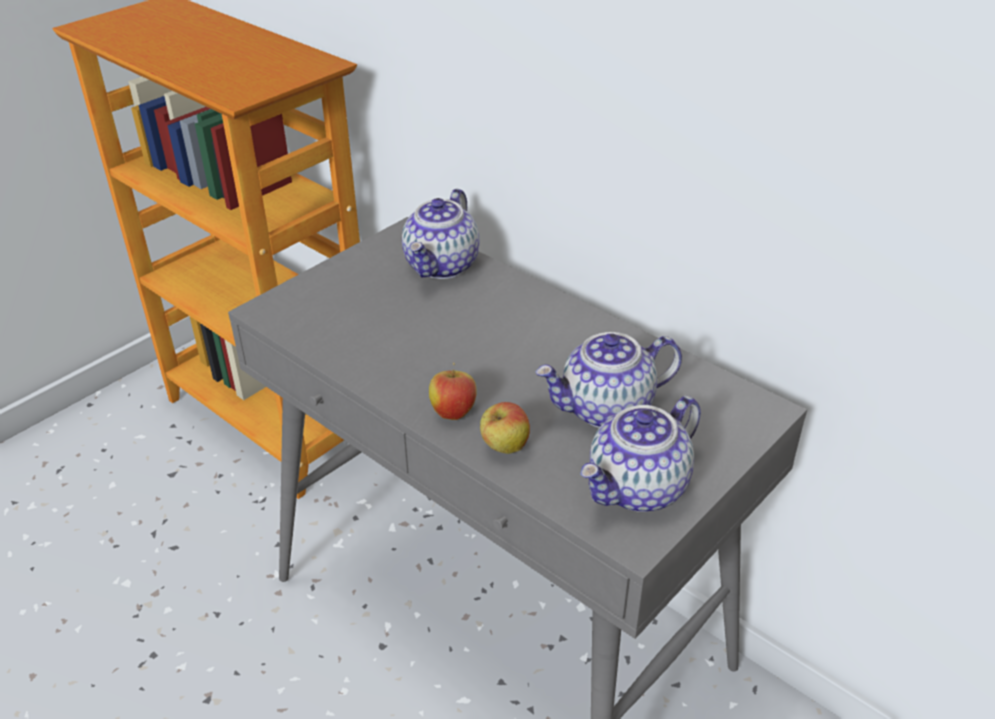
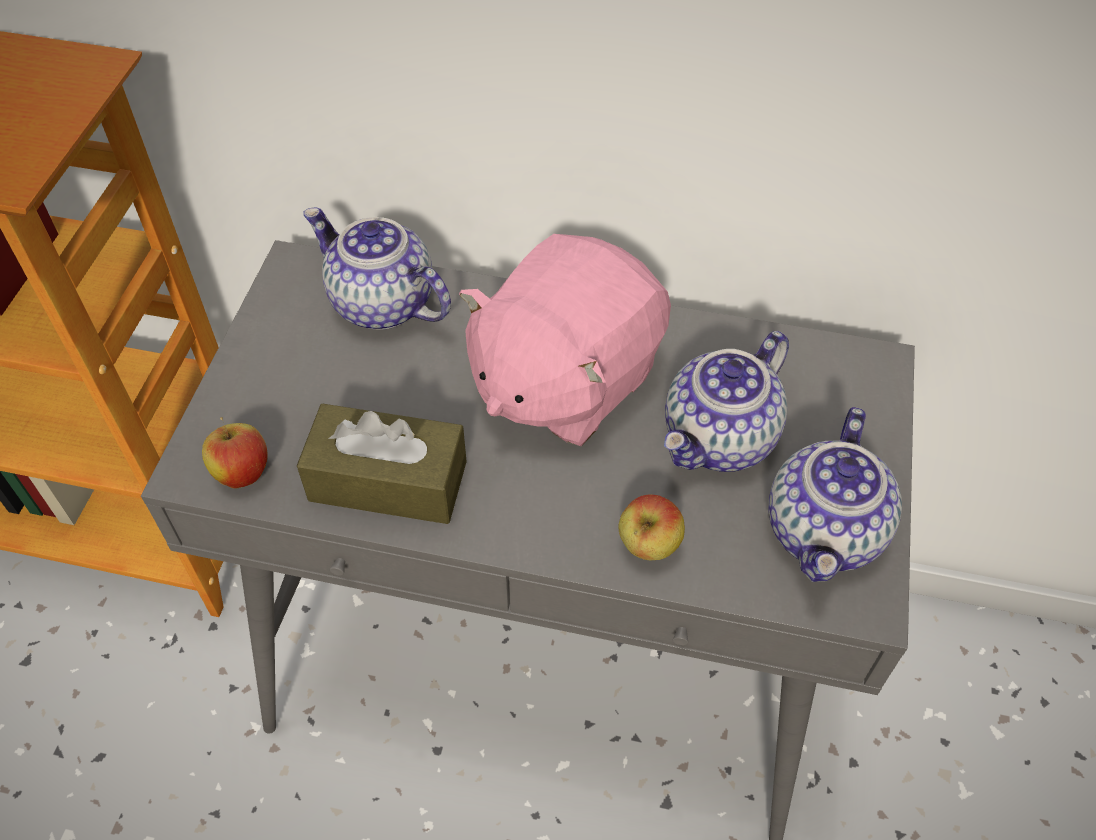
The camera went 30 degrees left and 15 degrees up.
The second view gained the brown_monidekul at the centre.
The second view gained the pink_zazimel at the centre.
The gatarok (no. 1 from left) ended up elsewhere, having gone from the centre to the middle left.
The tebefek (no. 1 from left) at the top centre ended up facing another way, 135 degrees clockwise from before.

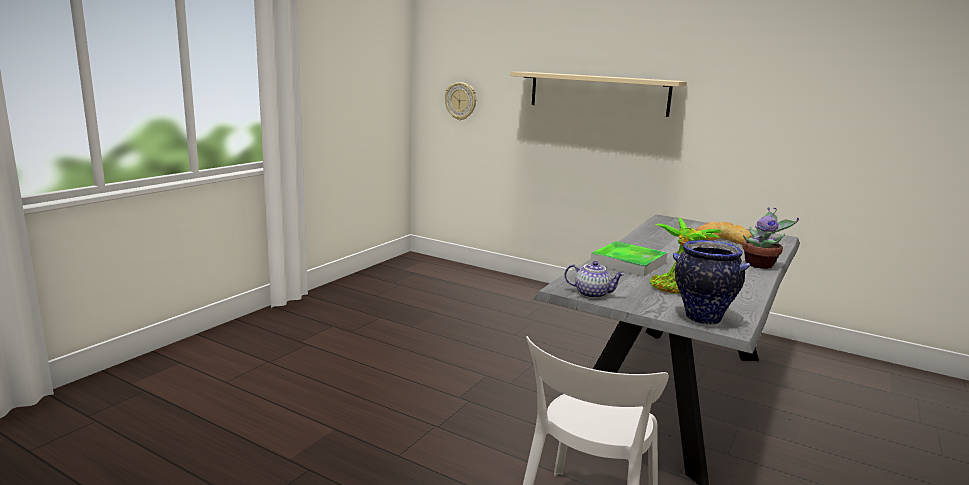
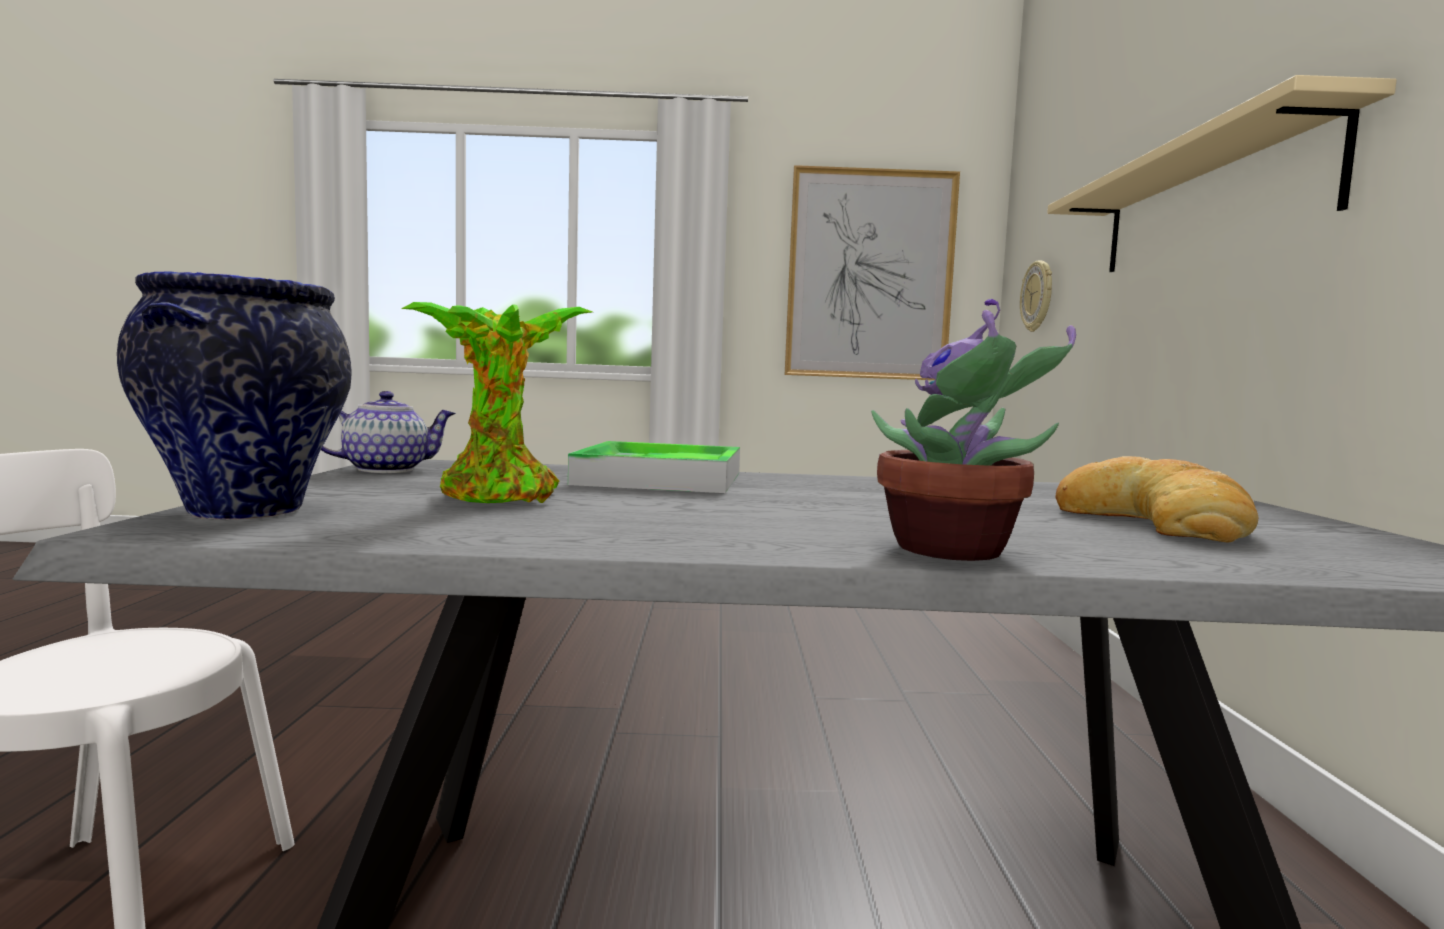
The camera went 60 degrees right and 10 degrees down.
The second view gained the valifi at the top centre.
The tebefek at the centre ended up facing another way, 105 degrees counterclockwise from before.

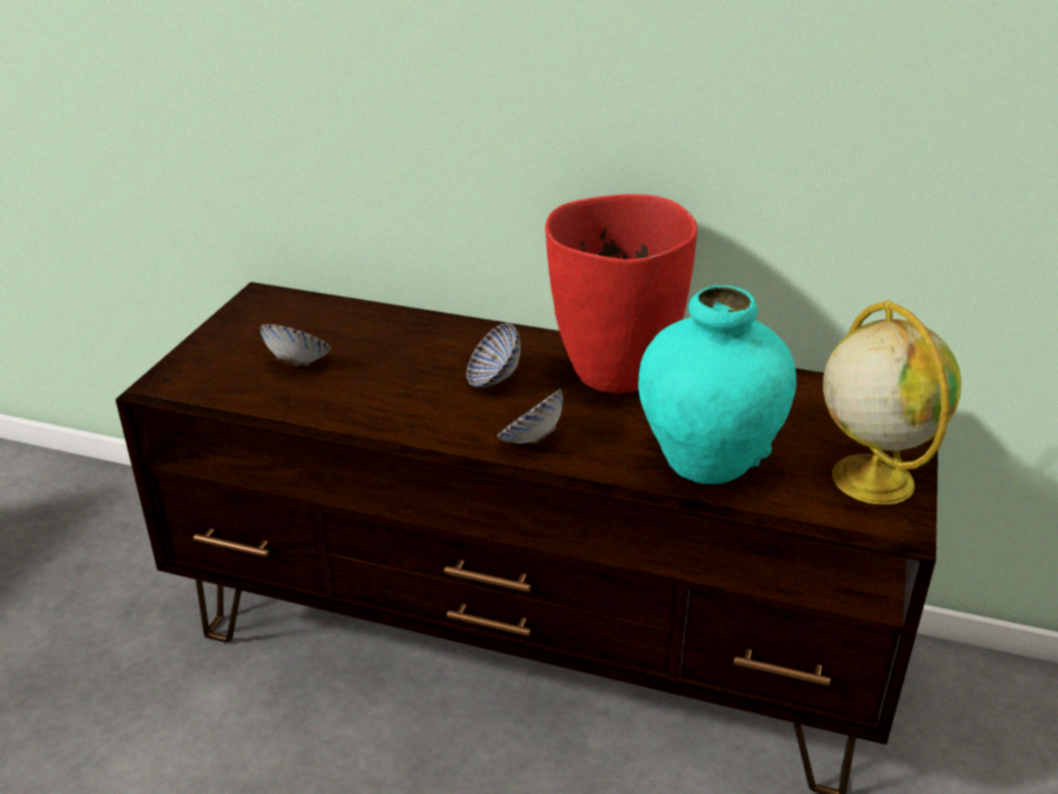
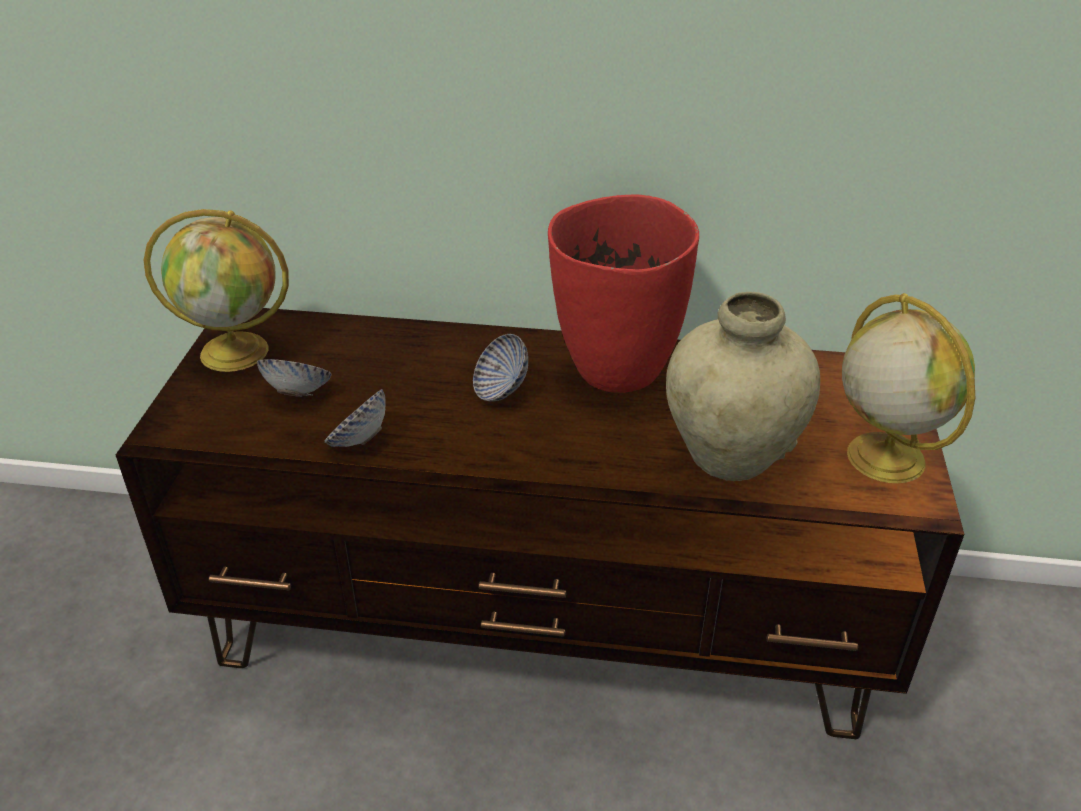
The camera went 10 degrees left and 5 degrees up.
The second view gained the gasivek (no. 1 from left) at the middle left.
The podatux (no. 3 from left in the first image) ended up elsewhere, having gone from the centre to the middle left.
What was the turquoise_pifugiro at the middle right turned into the beige_pifugiro at the middle right.

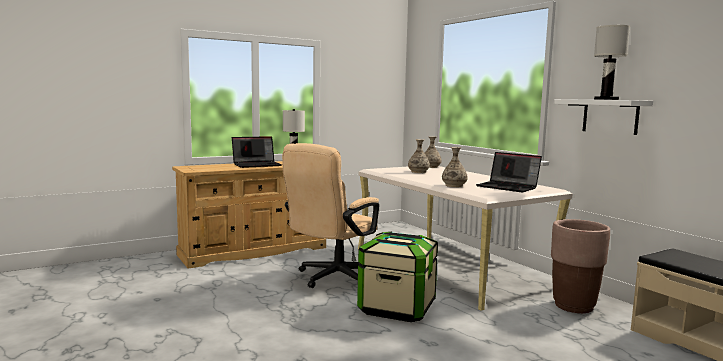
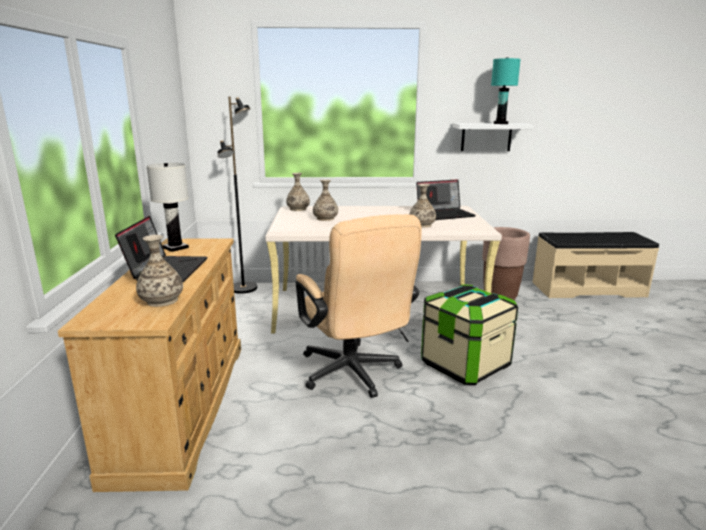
The camera went 60 degrees left and 10 degrees up.
The second view gained the pifugiro (no. 1 from left) at the middle left.
The second view gained the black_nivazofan at the centre.
What was the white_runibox (no. 2 from left) at the top right turned into the turquoise_runibox at the top right.

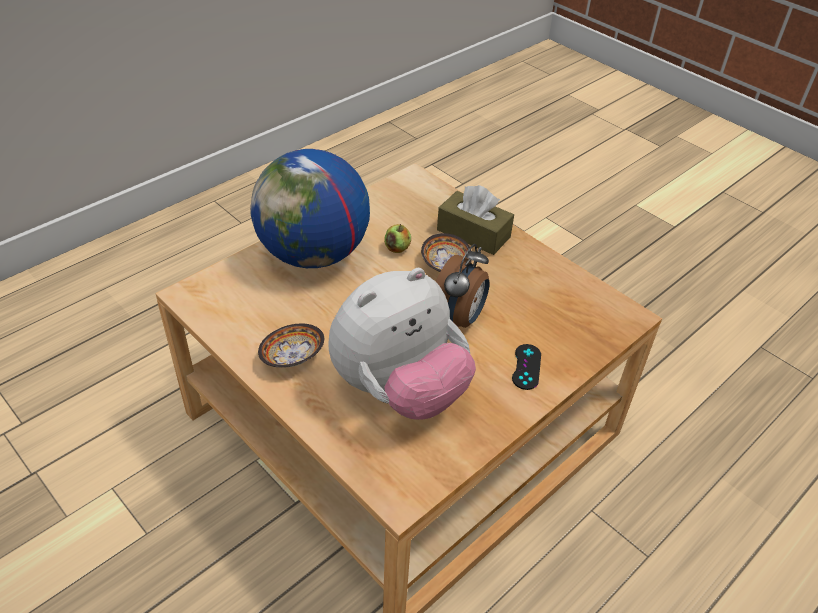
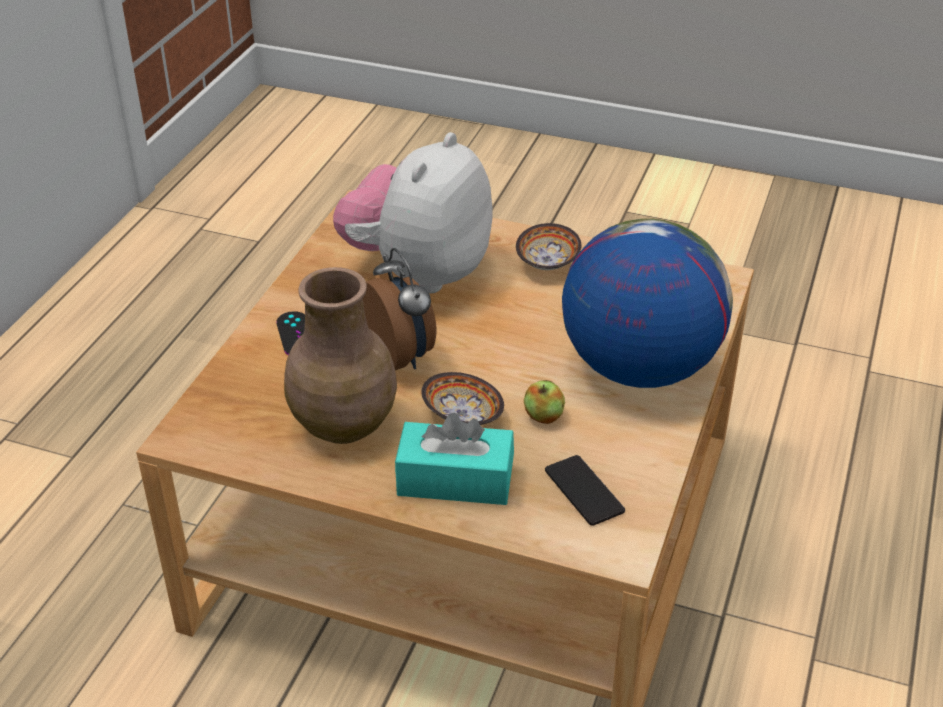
The camera went 155 degrees right and 5 degrees down.
The second view gained the brown_pifugiro at the centre.
The second view gained the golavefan at the bottom centre.
What was the brown_monidekul at the centre turned into the turquoise_monidekul at the centre.
The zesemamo at the centre ended up facing another way, 150 degrees clockwise from before.

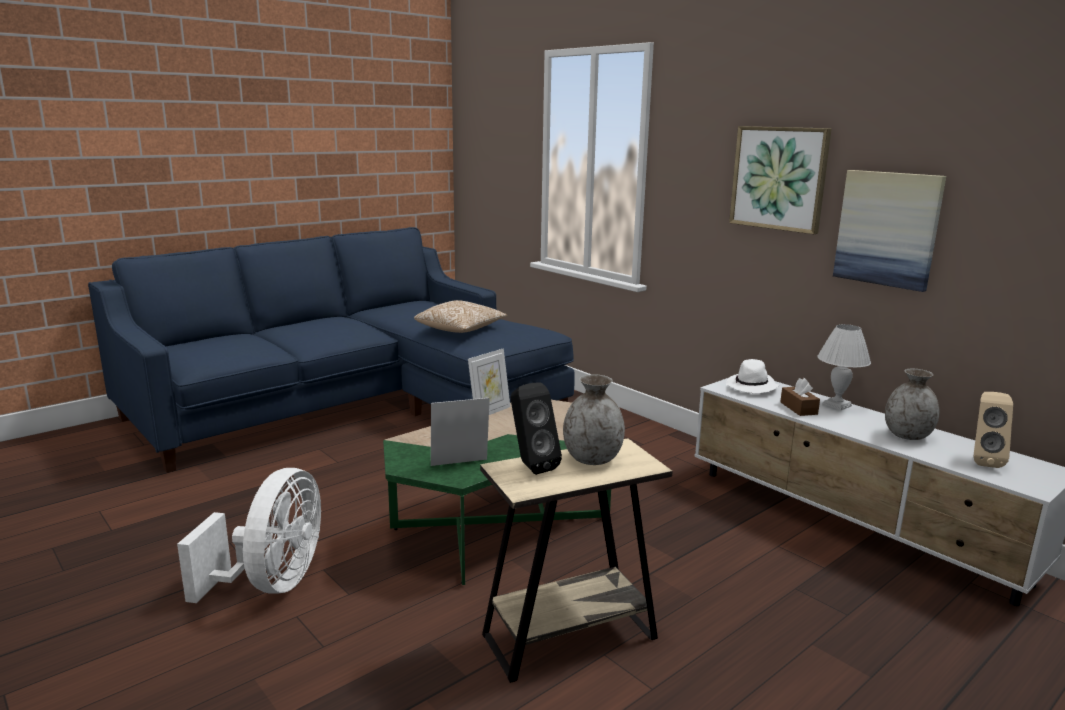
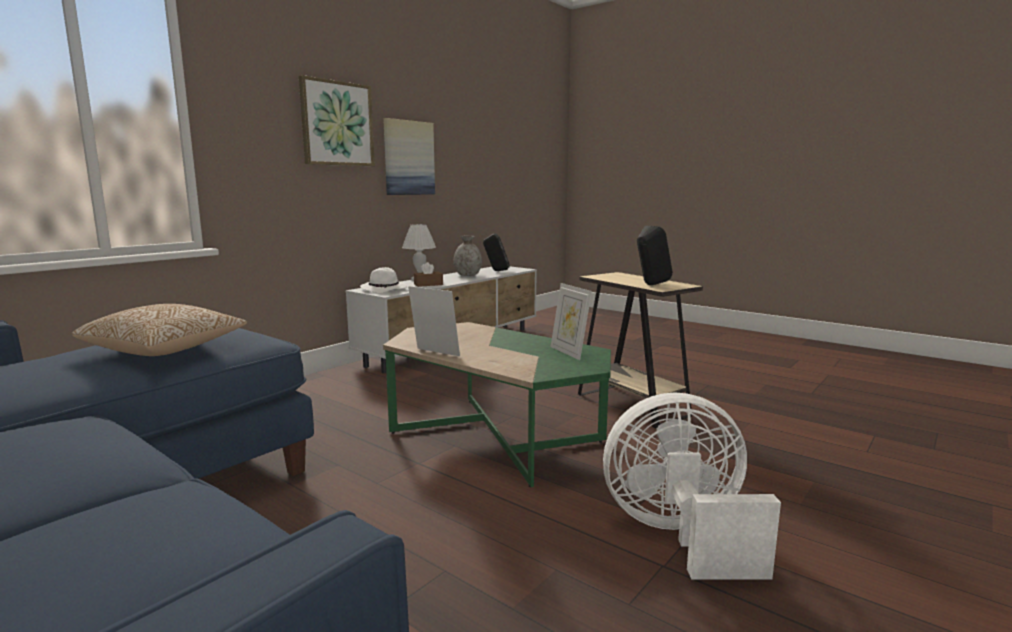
The camera went 100 degrees left and 5 degrees down.
The second view lost the grey_pifugiro (no. 1 from left) at the centre.
What was the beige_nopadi at the middle right turned into the black_nopadi (no. 1 from left) at the centre.

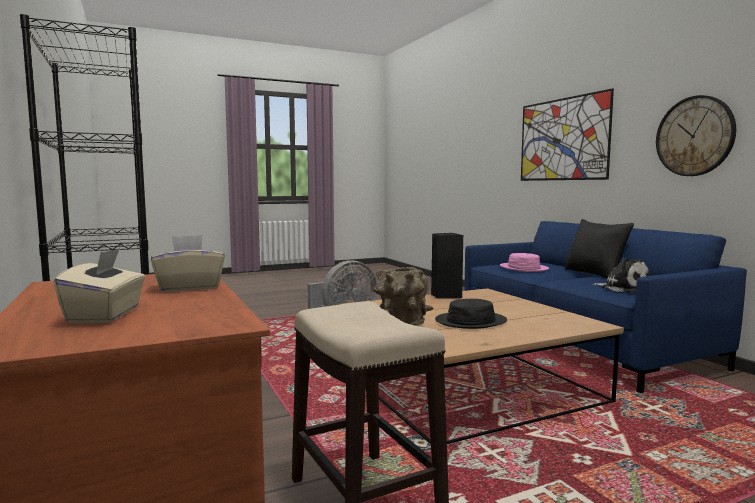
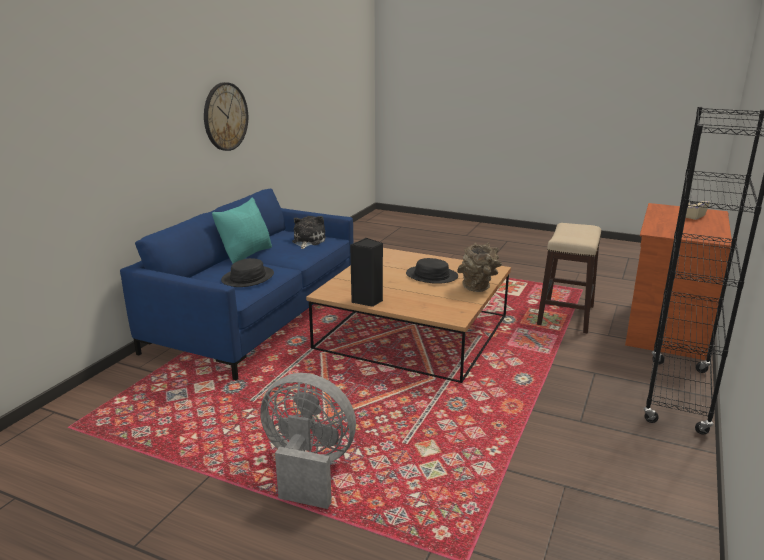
The camera went 130 degrees left and 15 degrees up.
The second view lost the beige_monidekul (no. 2 from left) at the middle left.
The second view lost the valifi at the top right.
What was the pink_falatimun at the middle right turned into the black_falatimun (no. 1 from left) at the middle left.
What was the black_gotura at the middle right turned into the turquoise_gotura at the middle left.

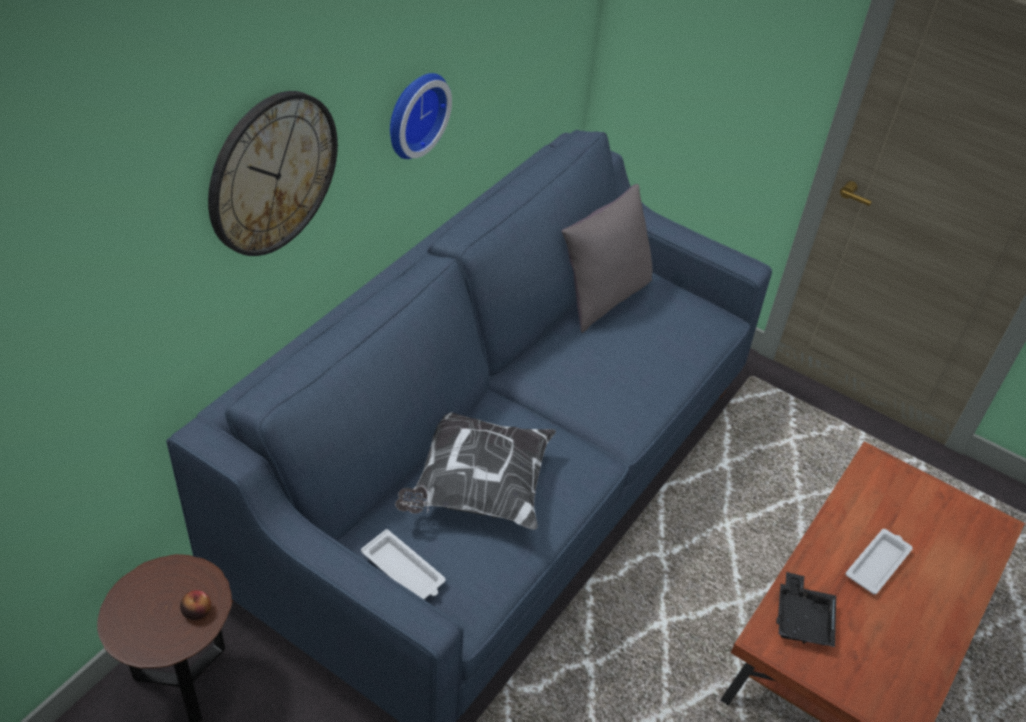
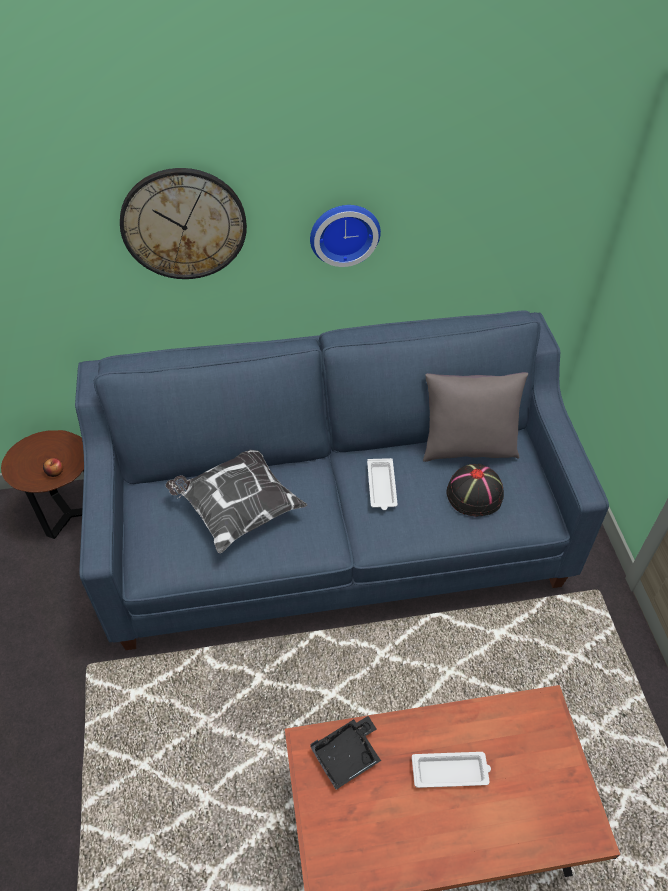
The camera went 50 degrees right and 5 degrees up.
The second view gained the black_falatimun at the middle right.
The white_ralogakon (no. 1 from left) ended up elsewhere, having gone from the bottom centre to the centre.

